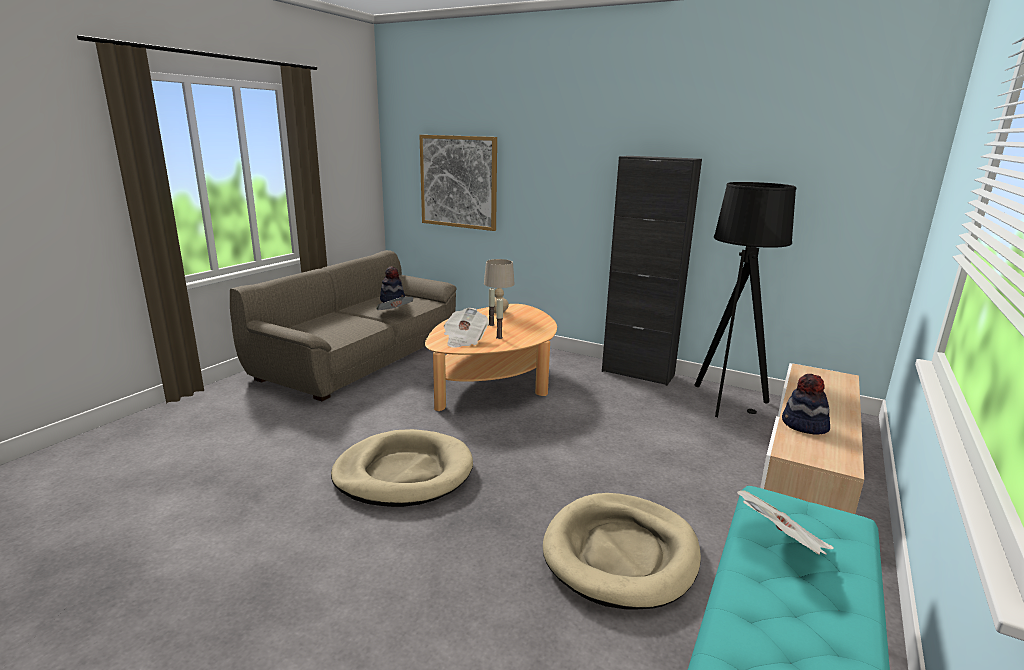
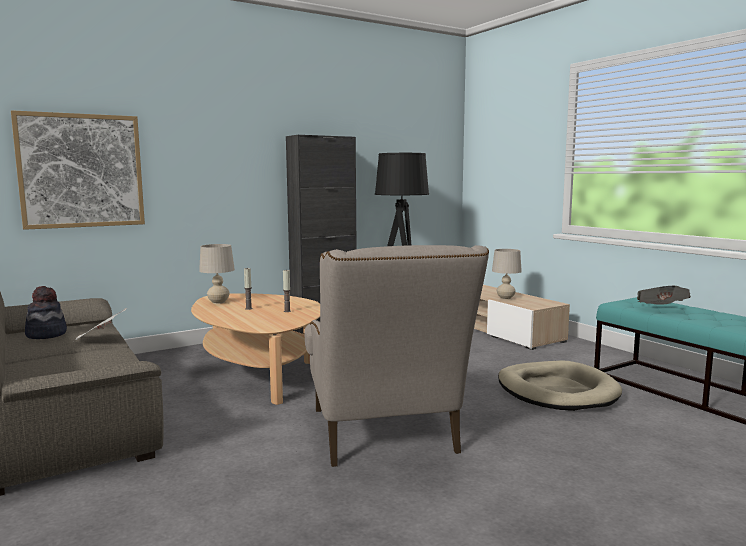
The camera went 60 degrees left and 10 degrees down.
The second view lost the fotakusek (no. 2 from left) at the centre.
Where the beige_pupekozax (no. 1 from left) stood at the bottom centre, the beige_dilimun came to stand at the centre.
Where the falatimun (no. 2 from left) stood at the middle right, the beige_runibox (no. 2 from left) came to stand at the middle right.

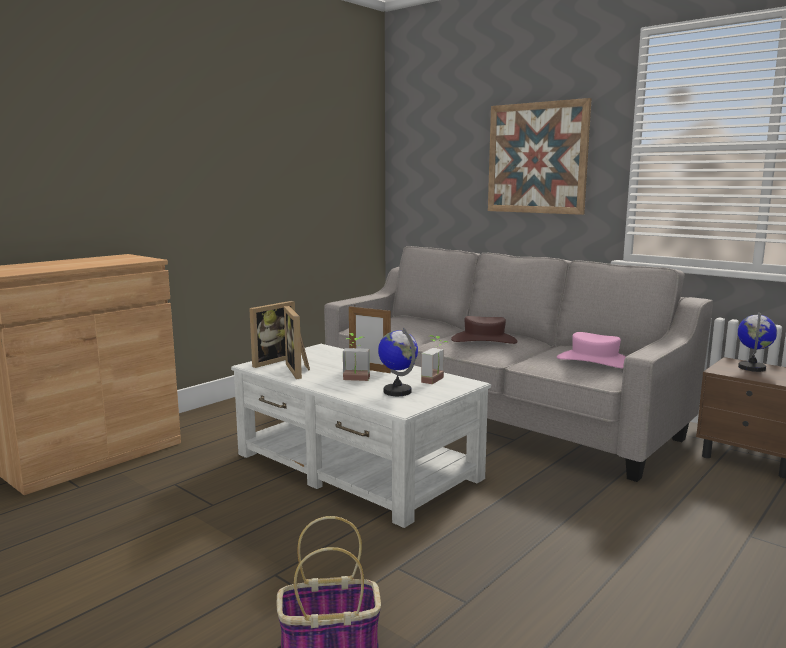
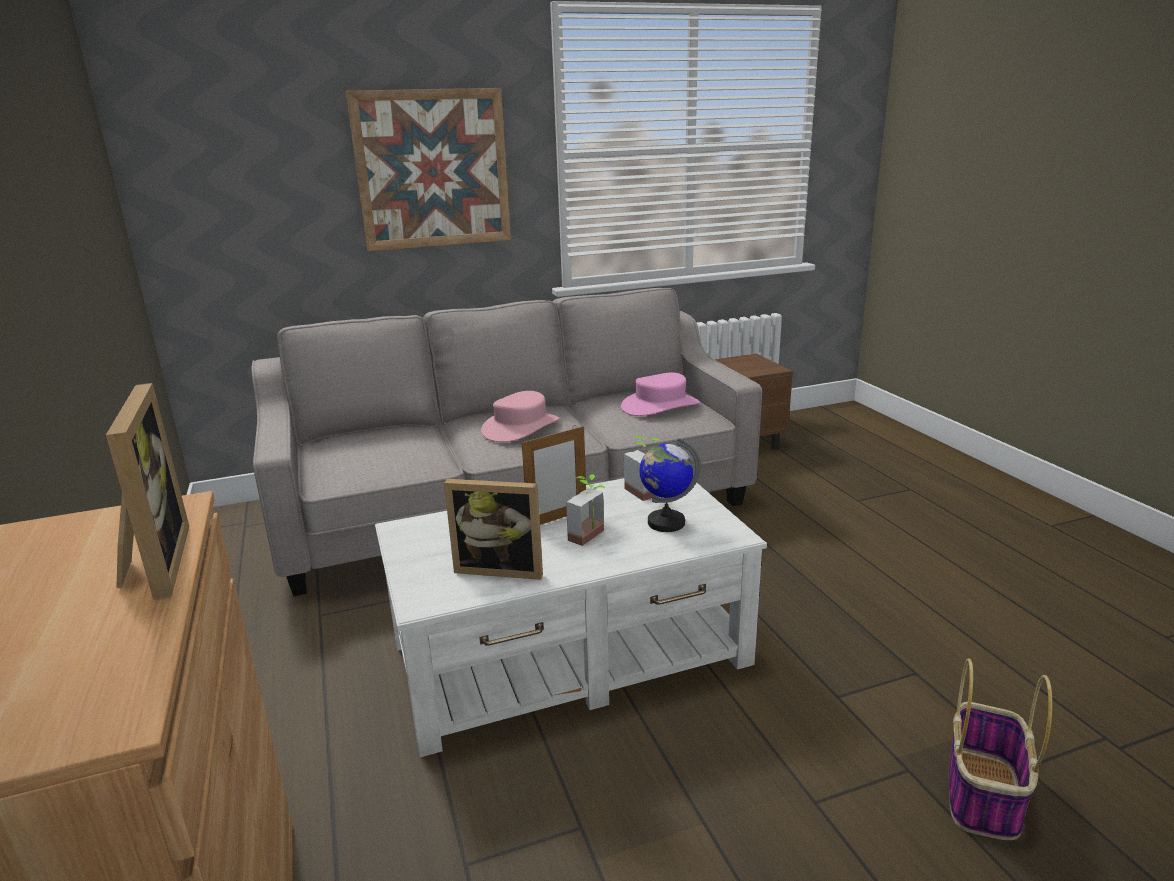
The camera went 60 degrees left and 10 degrees up.
The second view lost the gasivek (no. 2 from left) at the middle right.
The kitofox (no. 1 from left) ended up elsewhere, having gone from the centre to the middle left.
What was the brown_falatimun at the centre turned into the pink_falatimun (no. 1 from left) at the centre.

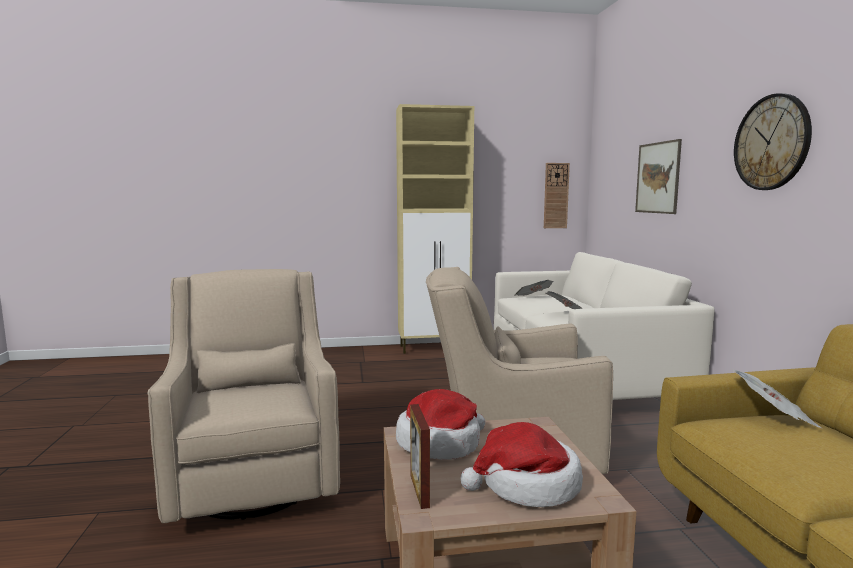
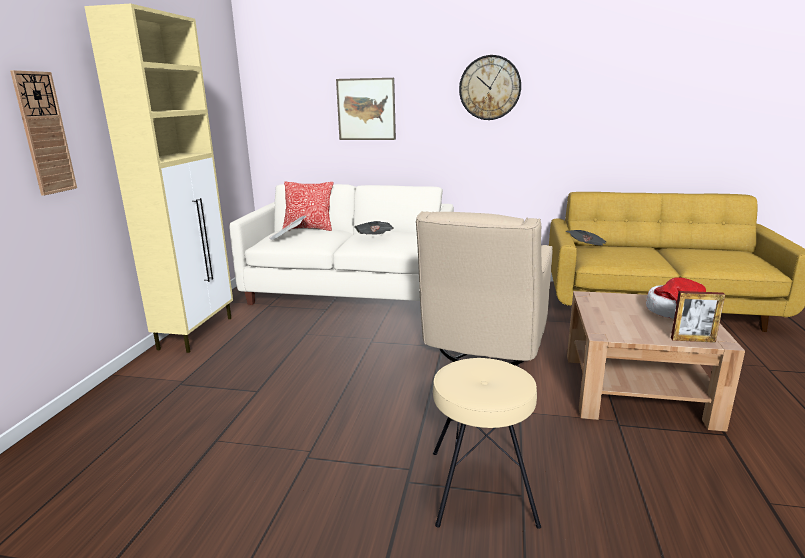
The camera went 70 degrees left and 10 degrees up.
The second view lost the falatimun (no. 1 from left) at the bottom centre.
The second view gained the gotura at the centre.
The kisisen (no. 1 from left) ended up elsewhere, having gone from the centre to the top left.
Where the beige_dilimun (no. 1 from left) stood at the bottom left, the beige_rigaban came to stand at the bottom centre.

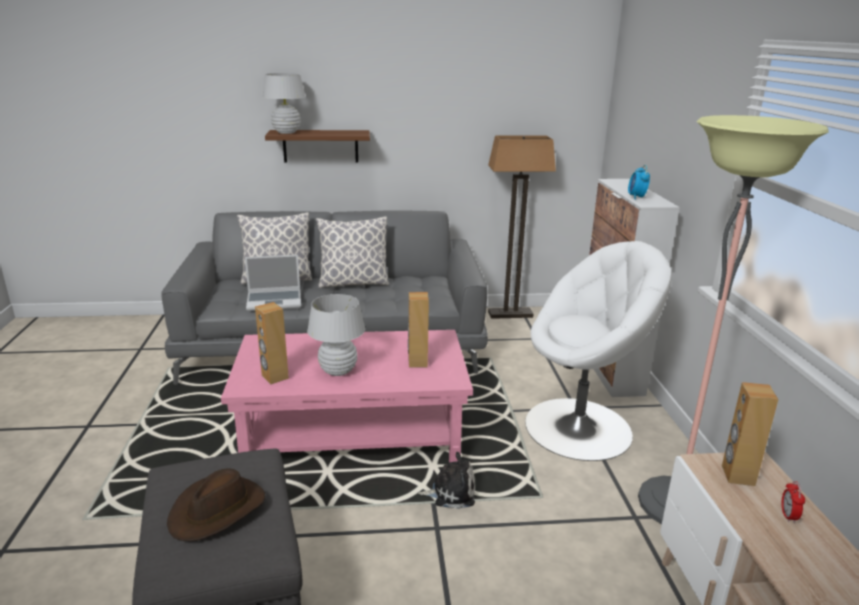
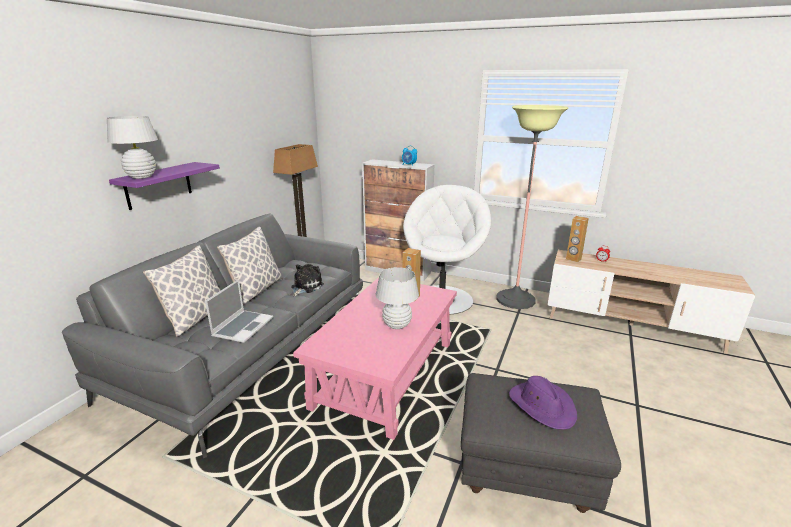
The camera went 60 degrees left and 0 degrees up.
The second view lost the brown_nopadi (no. 1 from left) at the middle left.
The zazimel ended up elsewhere, having gone from the bottom centre to the centre.
What was the brown_falatimun at the bottom left turned into the purple_falatimun at the bottom right.
What was the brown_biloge at the top centre turned into the purple_biloge at the middle left.

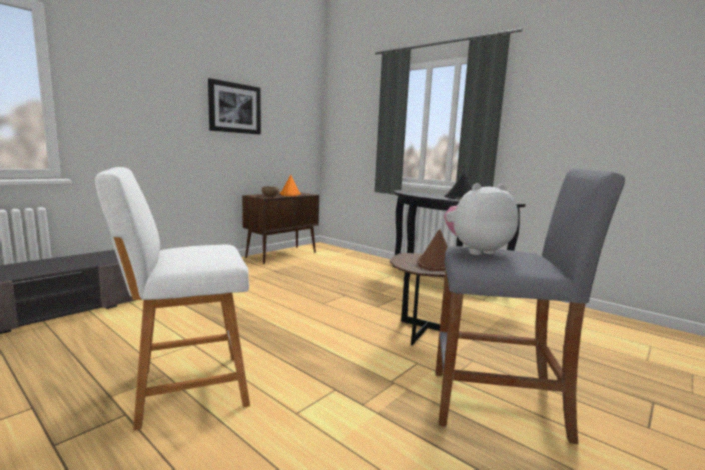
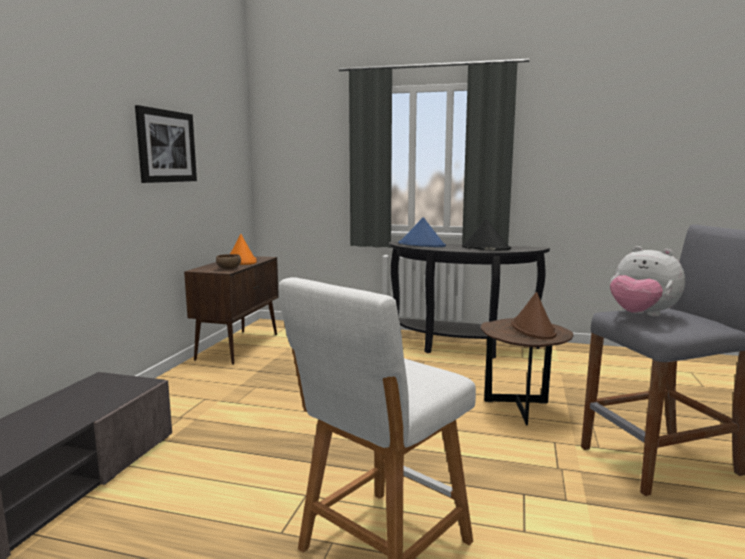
The camera went 25 degrees left and 0 degrees up.
The second view gained the blue_falatimun at the centre.
The zazimel at the middle right ended up facing another way, 90 degrees counterclockwise from before.

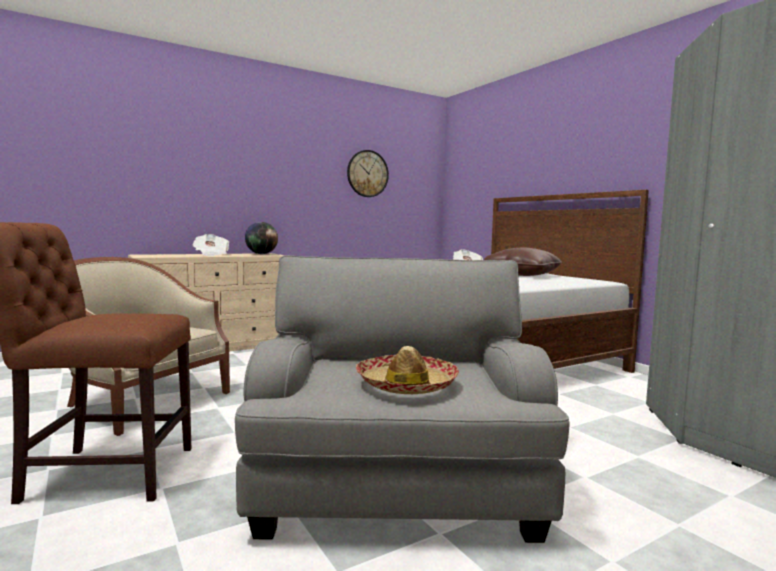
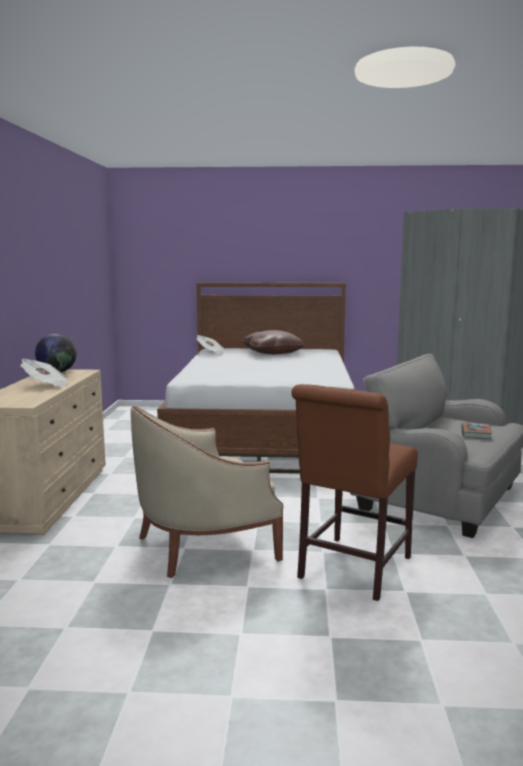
The camera went 55 degrees left and 5 degrees up.
The second view lost the kisisen at the top centre.
Where the falatimun stood at the centre, the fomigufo came to stand at the middle right.

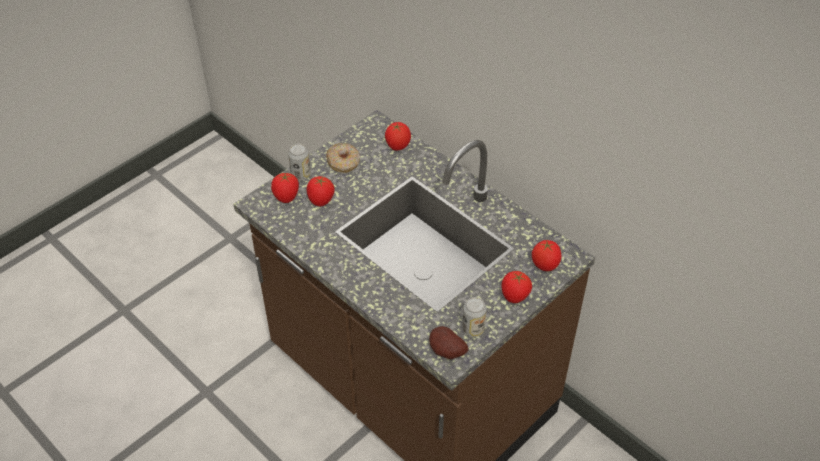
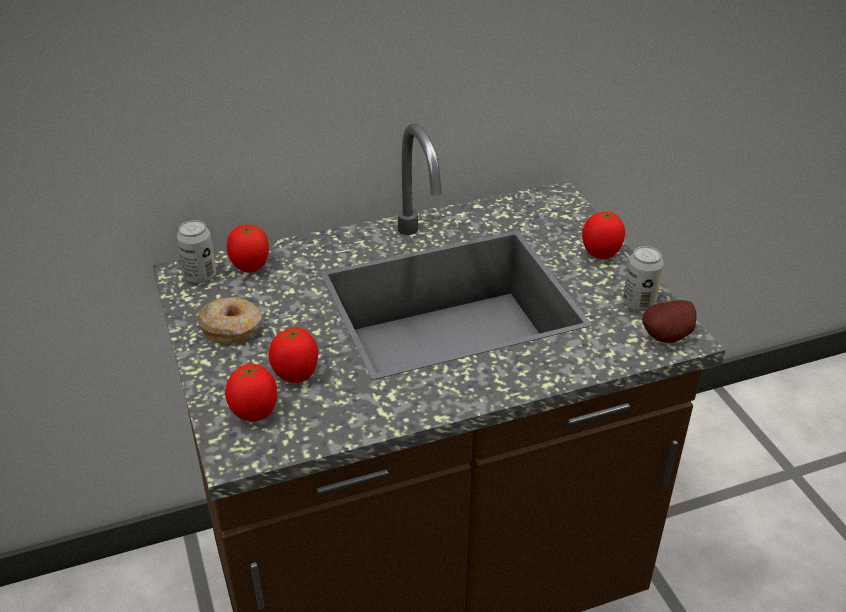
The camera went 65 degrees left and 10 degrees down.
The second view lost the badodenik (no. 5 from left) at the middle right.
The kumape (no. 1 from left) ended up elsewhere, having gone from the centre to the middle left.

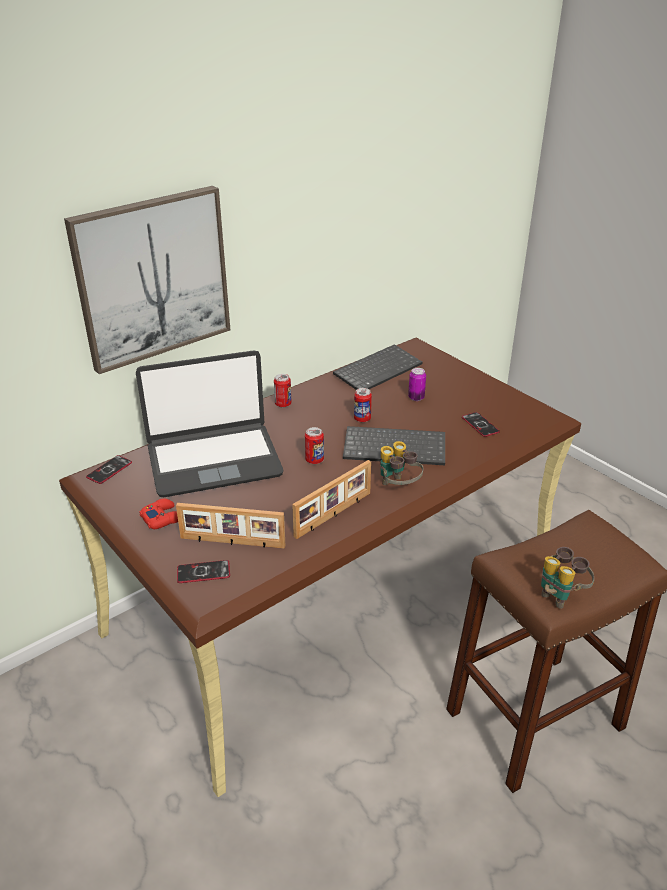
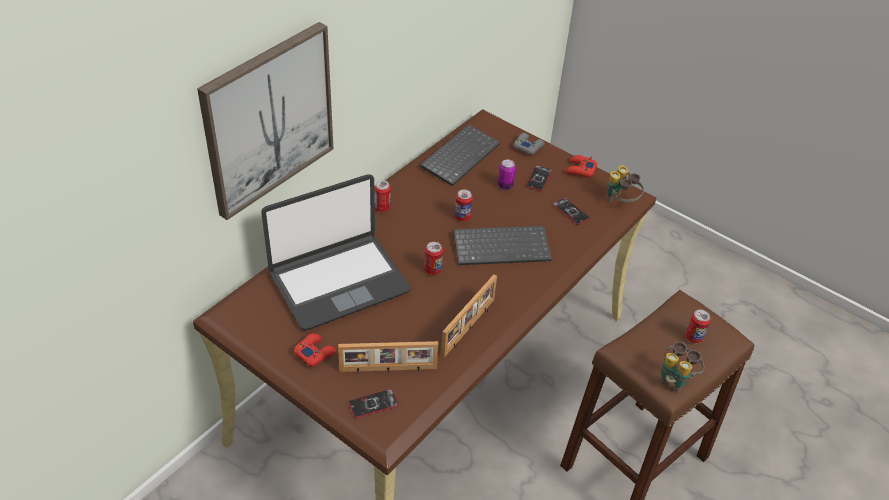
The camera went 15 degrees left and 10 degrees up.
The second view gained the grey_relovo at the top centre.
The second view gained the red_relovo (no. 2 from left) at the top centre.
The second view gained the kumape (no. 5 from left) at the middle right.
The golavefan (no. 1 from left in the first image) ended up elsewhere, having gone from the middle left to the centre.
The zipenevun (no. 1 from left) ended up elsewhere, having gone from the centre to the middle right.

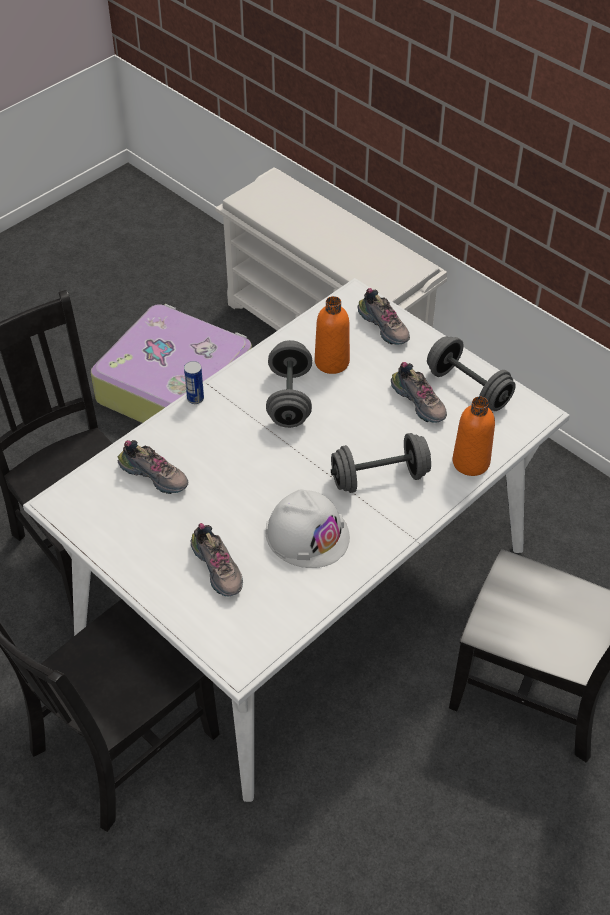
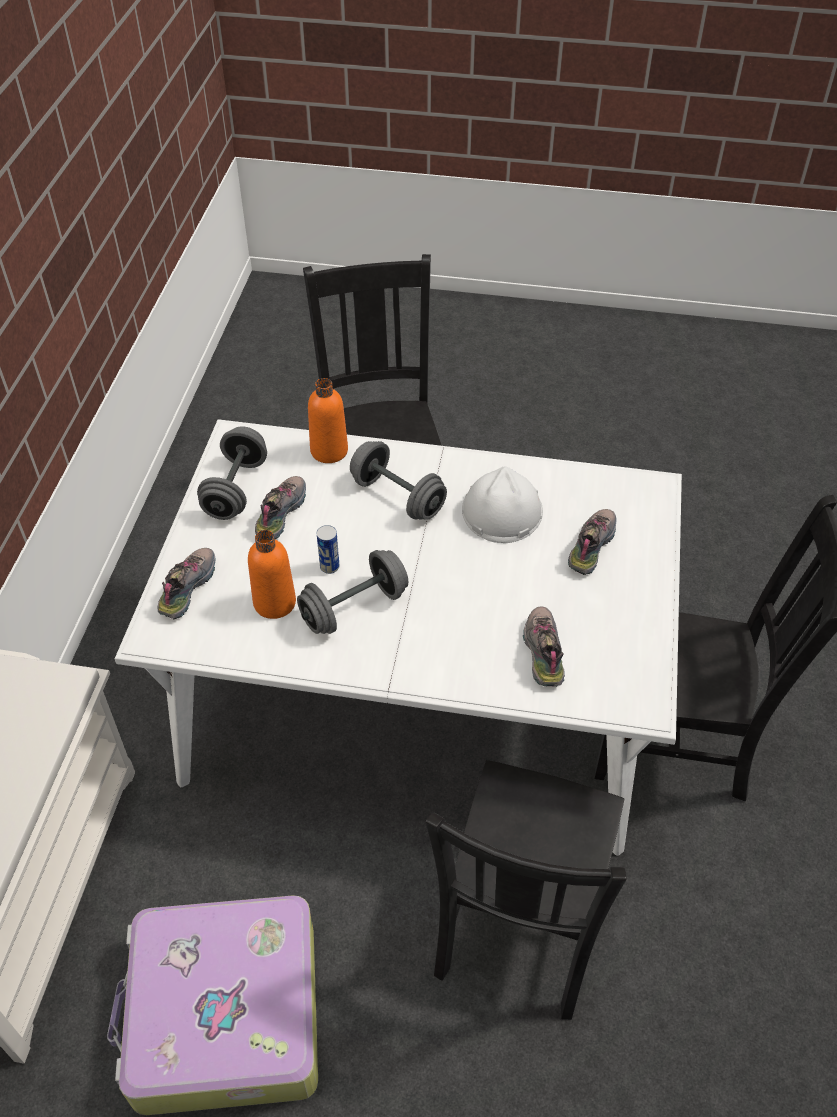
The camera went 125 degrees left and 0 degrees up.
The kumape ended up elsewhere, having gone from the middle left to the centre.

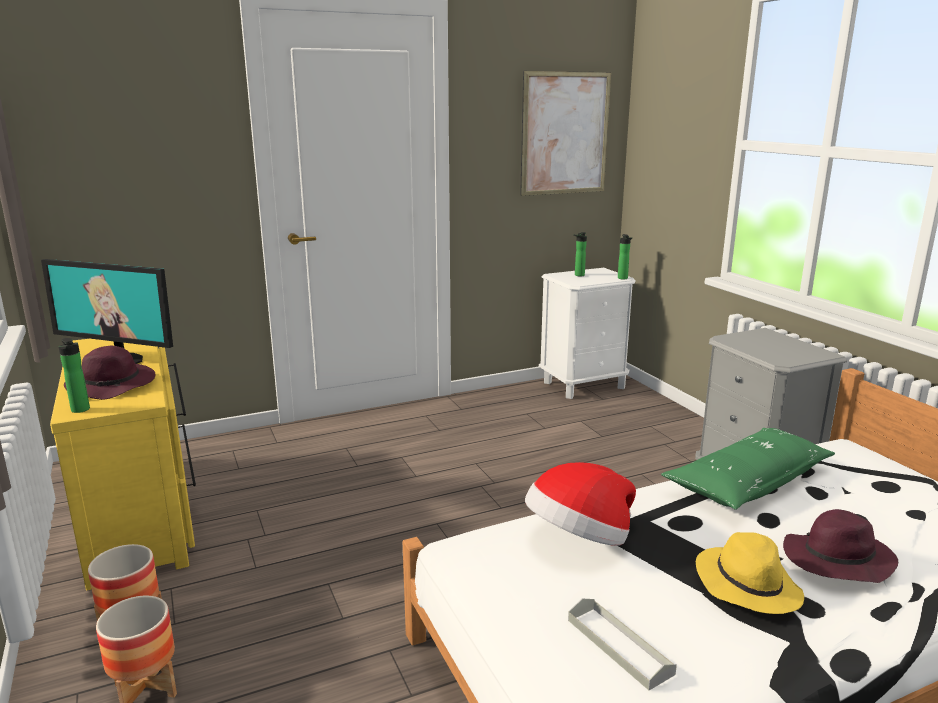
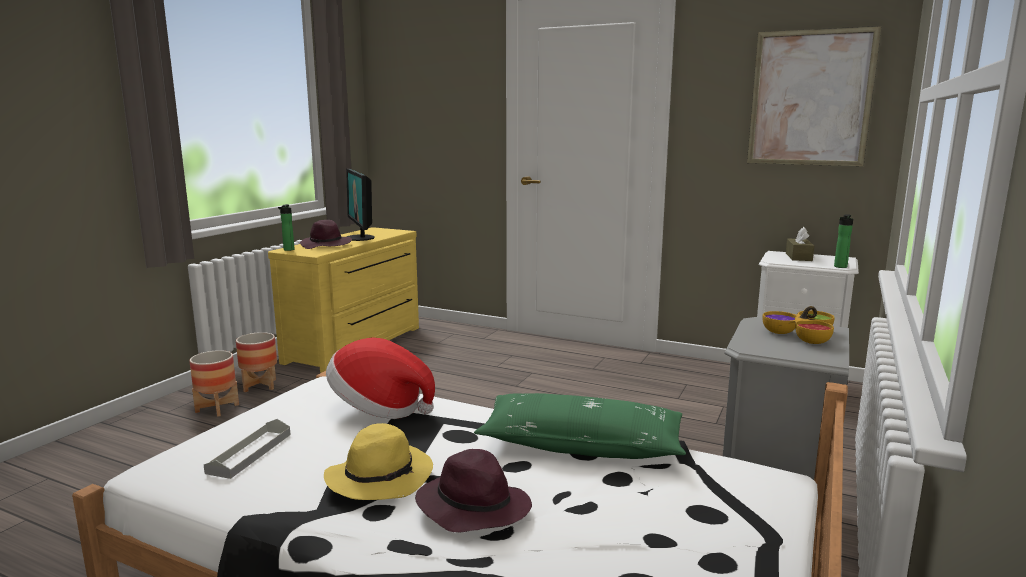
The camera went 50 degrees right and 5 degrees down.
The second view gained the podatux at the middle right.
Where the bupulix (no. 2 from left) stood at the centre, the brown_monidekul came to stand at the middle right.

